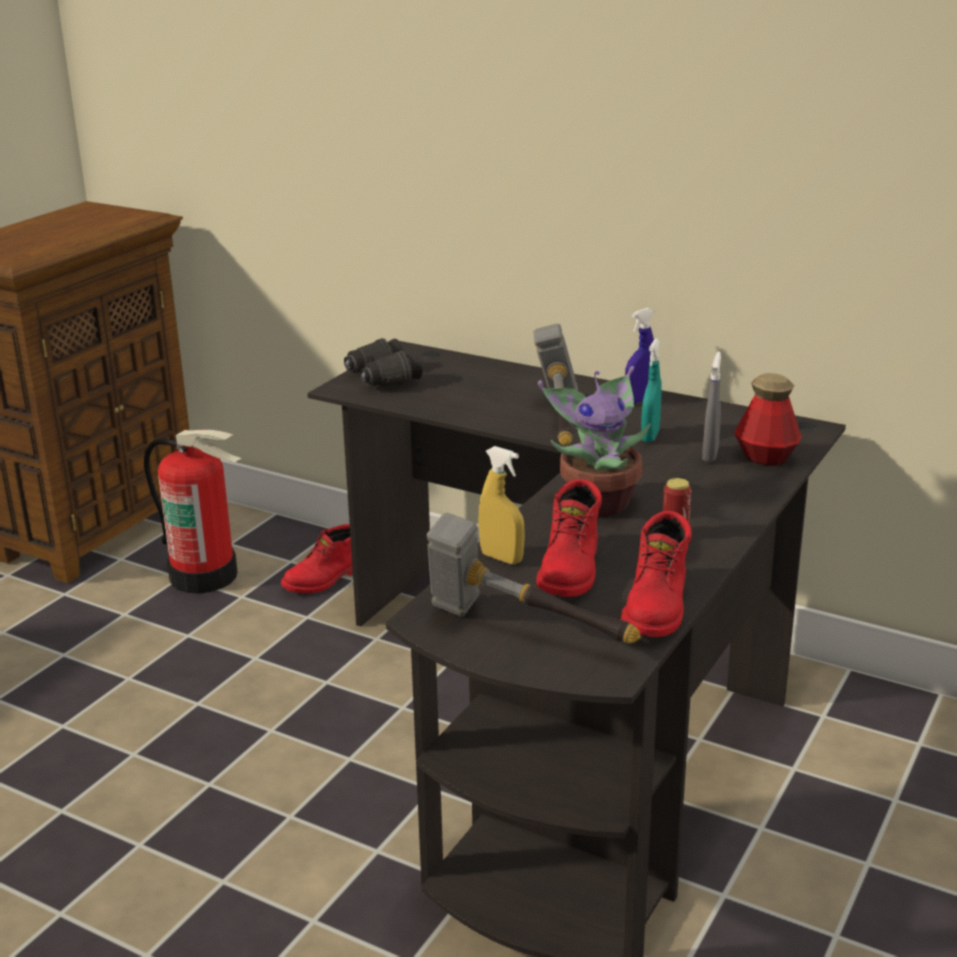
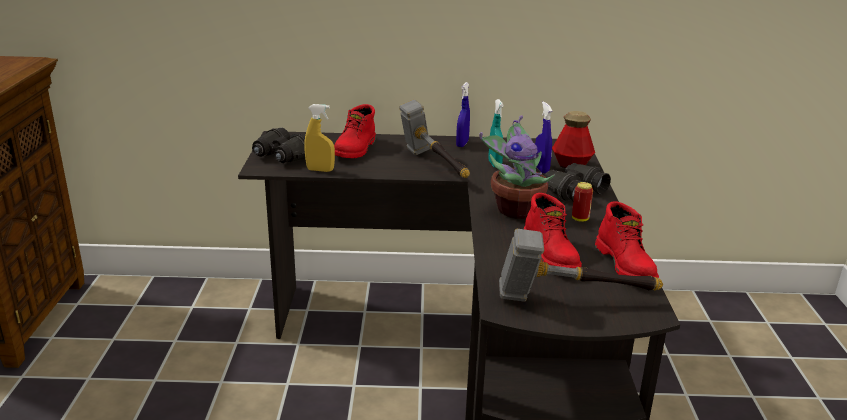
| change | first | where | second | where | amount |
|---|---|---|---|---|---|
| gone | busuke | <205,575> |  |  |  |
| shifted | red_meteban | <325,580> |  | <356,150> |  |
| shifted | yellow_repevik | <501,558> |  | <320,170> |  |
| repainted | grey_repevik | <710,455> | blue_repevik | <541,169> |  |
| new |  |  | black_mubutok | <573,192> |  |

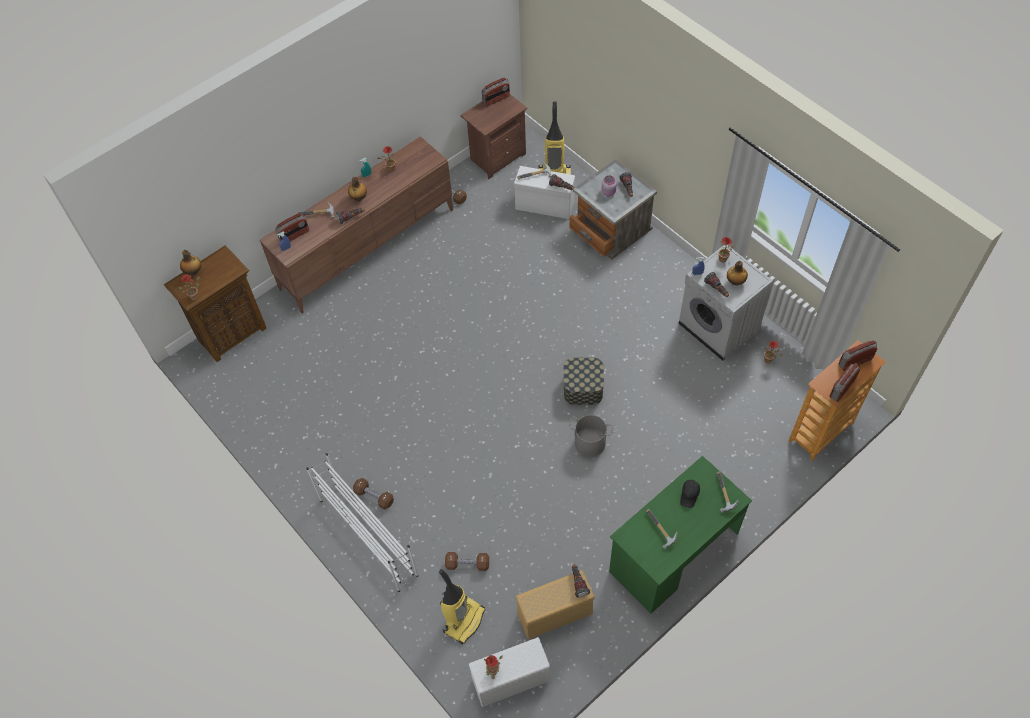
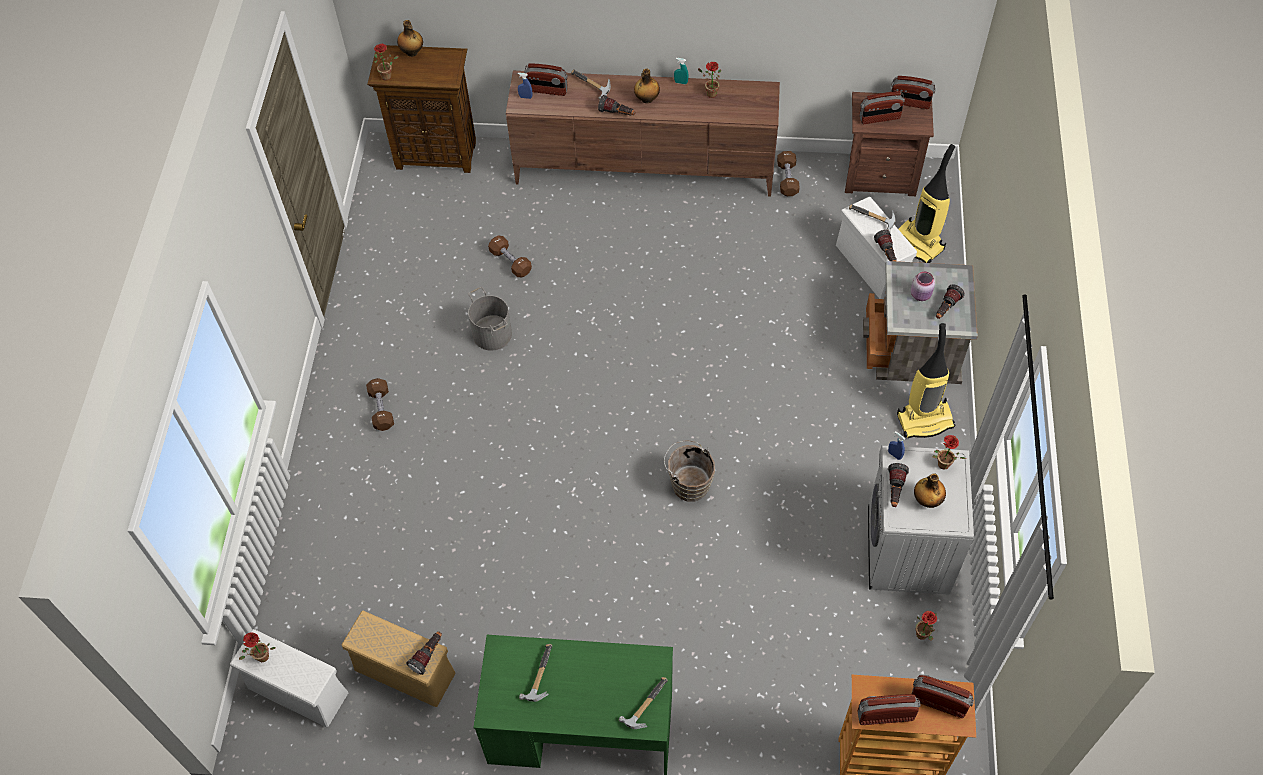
| change | first | where | second | where | amount |
|---|---|---|---|---|---|
| gone | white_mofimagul | <368,536> |  |  |  |
| shifted | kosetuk | <463,620> |  | <925,420> |  |
| shifted | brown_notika | <467,564> |  | <510,262> |  |
| swapped | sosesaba | <583,387> | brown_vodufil | <688,483> |  |
| shifted | grey_vodufil | <590,442> |  | <493,333> |  |
| gone | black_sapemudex | <689,495> |  |  |  |
| new |  |  | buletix | <879,118> |  |

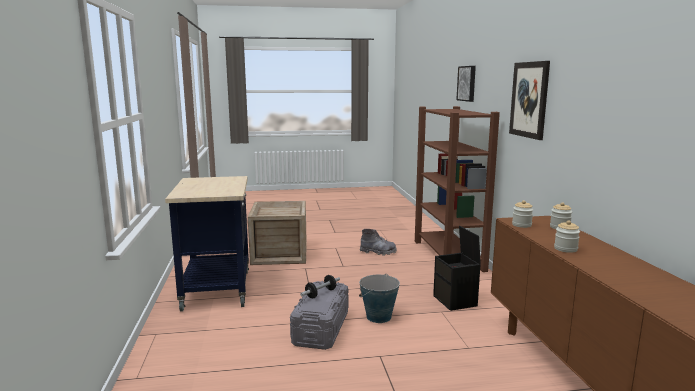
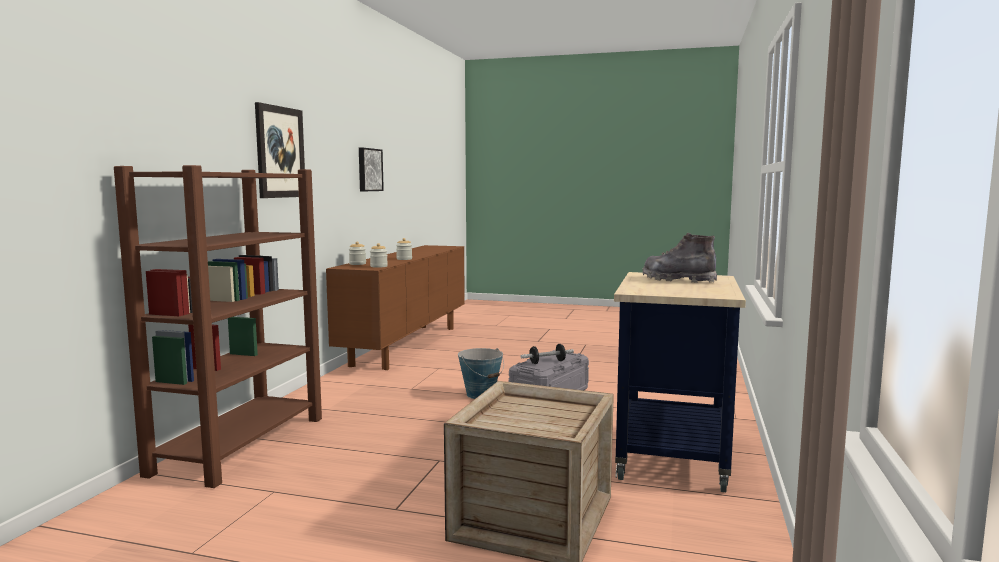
| change | first | where | second | where | amount |
|---|---|---|---|---|---|
| shifted | grey_meteban | <378,252> |  | <678,280> |  |
| gone | black_sosesaba | <456,301> |  |  |  |
| shifted | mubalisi | <467,83> |  | <369,170> |  |

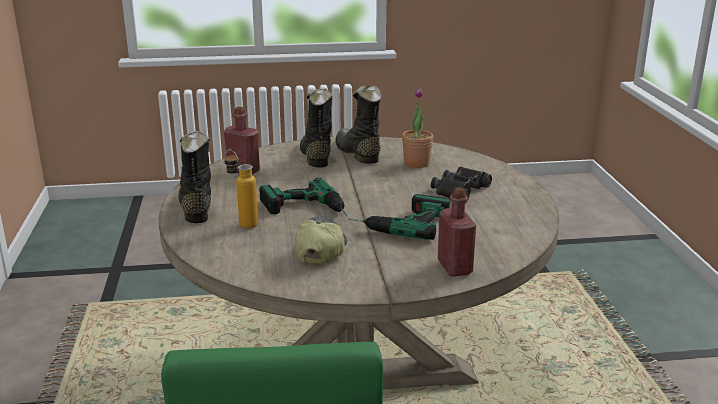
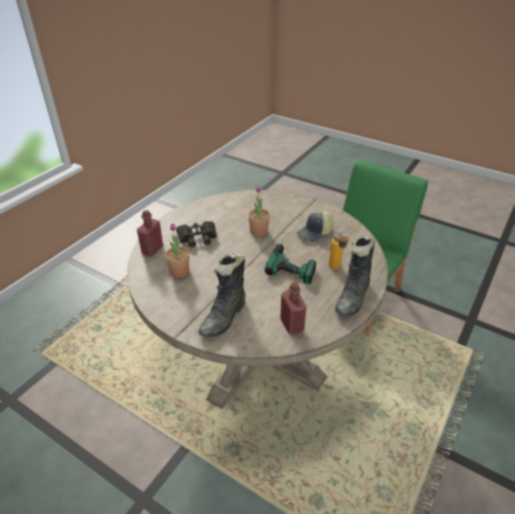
| change | first | where | second | where | amount |
|---|---|---|---|---|---|
| gone | black_meteban | <357,153> |  |  |  |
| swapped | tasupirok | <399,222> | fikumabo | <259,231> |  |
| shifted | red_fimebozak | <454,267> |  | <152,250> |  |

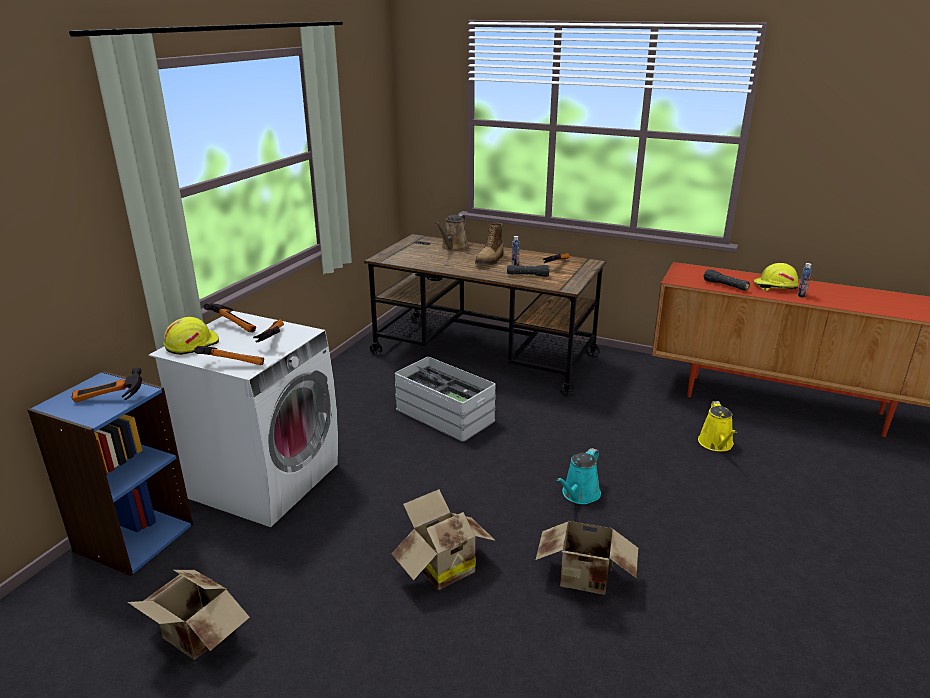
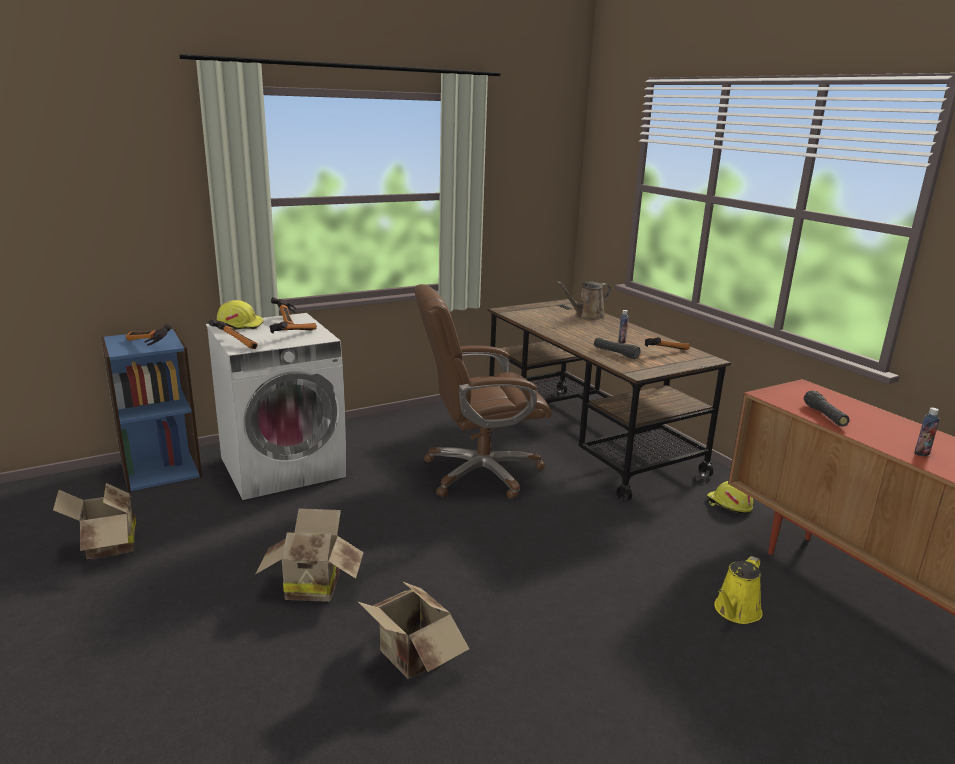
| change | first | where | second | where | amount |
|---|---|---|---|---|---|
| swapped | grey_sosesaba | <444,415> | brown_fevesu | <480,473> |  |
| gone | meteban | <490,260> |  |  |  |
| gone | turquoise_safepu | <579,495> |  |  |  |
| shifted | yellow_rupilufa | <774,286> |  | <728,505> |  |

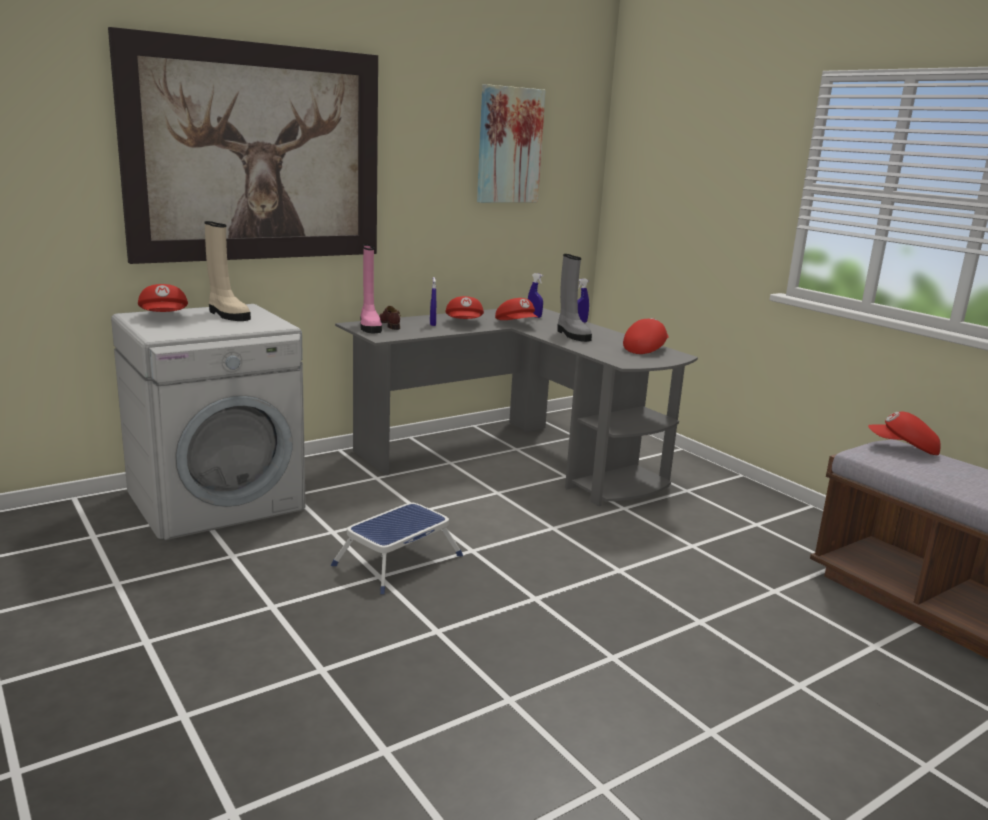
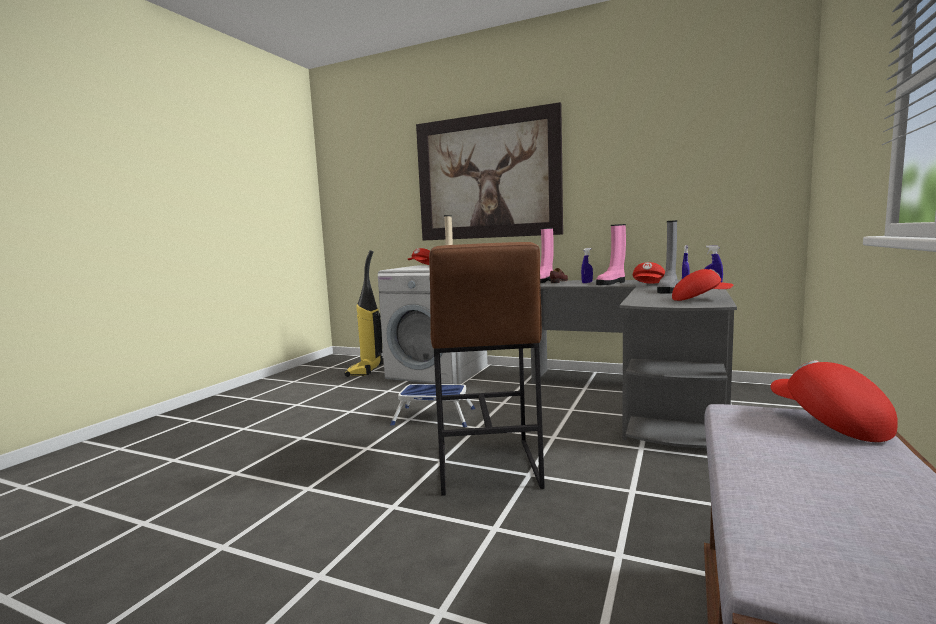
| change | first | where | second | where | amount |
|---|---|---|---|---|---|
| swapped | red_sapemudex | <465,323> | pink_meteban | <611,283> |  |
| gone | mubalisi | <509,145> |  |  |  |
| new |  |  | kosetuk | <365,371> |  |
| new |  |  | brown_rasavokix | <487,467> |  |

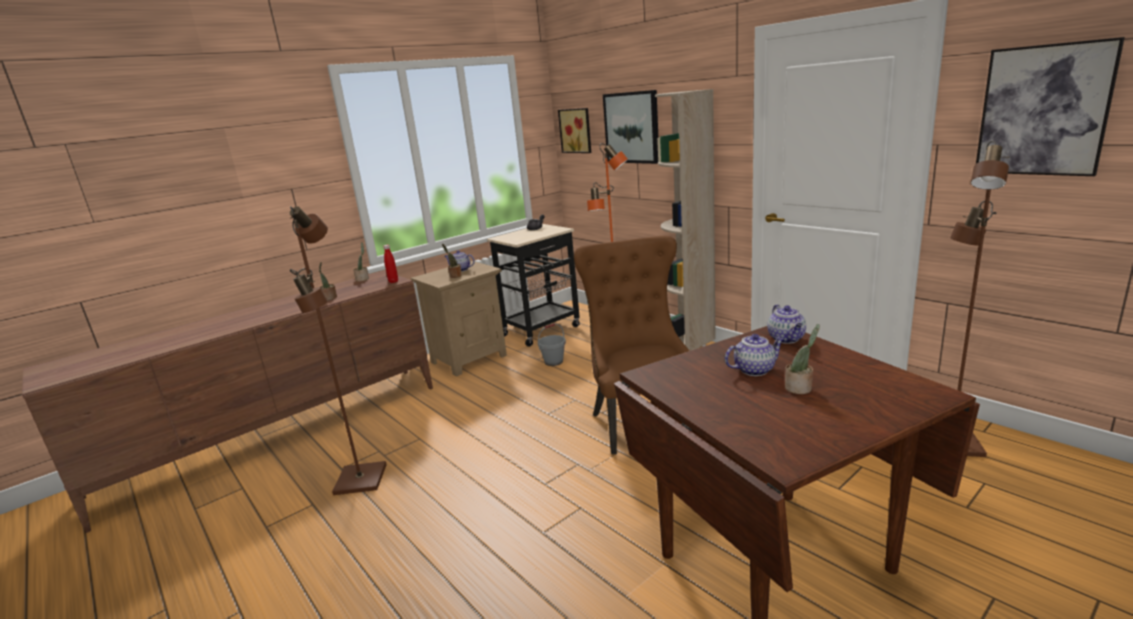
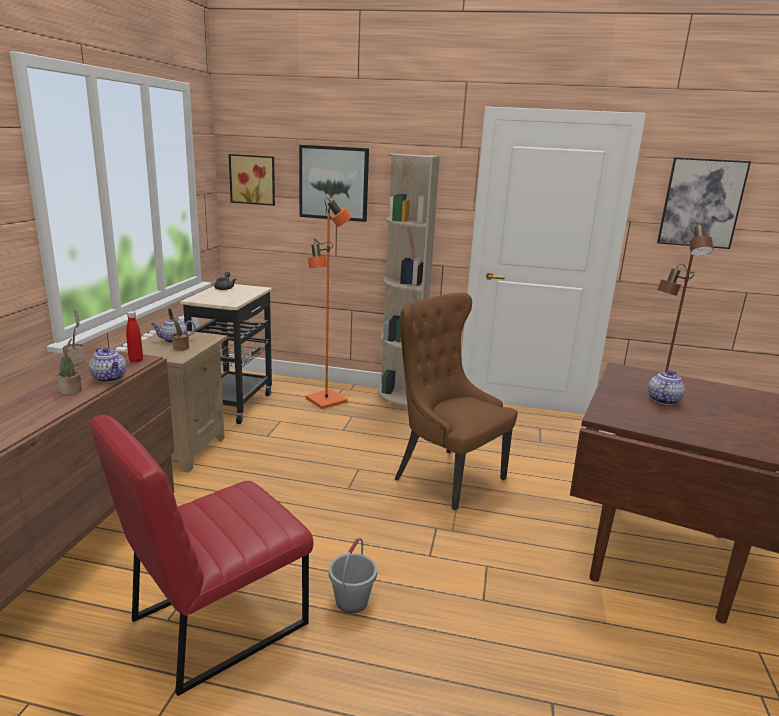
| change | first | where | second | where | amount |
|---|---|---|---|---|---|
| swapped | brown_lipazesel | <360,479> | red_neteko | <214,623> |  |
| shifted | grey_vodufil | <553,362> |  | <351,601> |  |
| shifted | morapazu | <787,339> |  | <110,378> |  |
| gone | fikumabo | <800,388> |  |  |  |

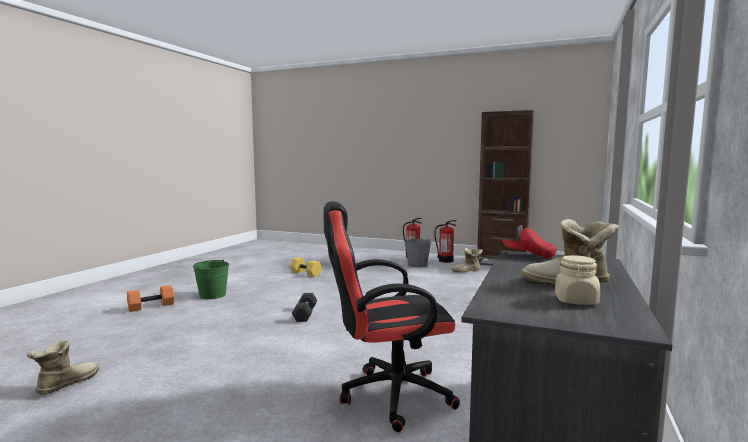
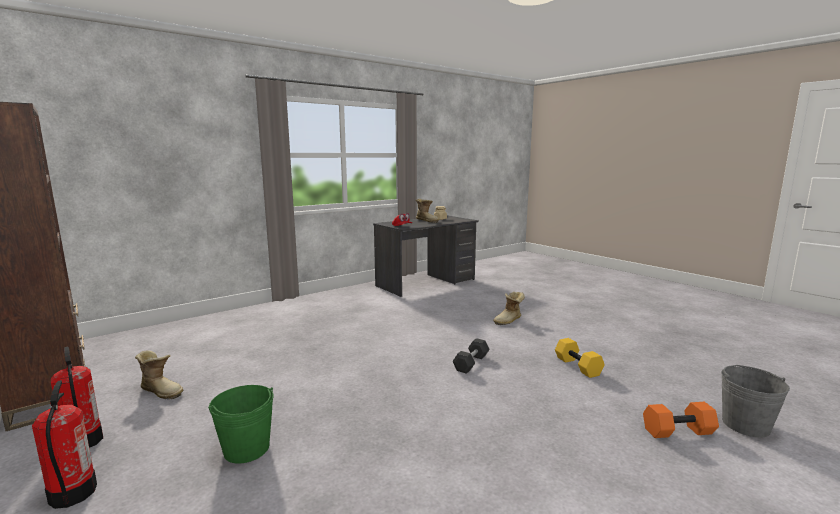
| change | first | where | second | where | amount |
|---|---|---|---|---|---|
| shifted | meteban | <65,384> |  | <509,321> |  |
| shifted | green_vodufil | <212,295> |  | <246,449> |  |
| shifted | yellow_notika | <305,273> |  | <578,366> |  |
| gone | black_fevesu | <387,396> |  |  |  |
| shifted | grey_vodufil | <417,265> |  | <745,425> |  |

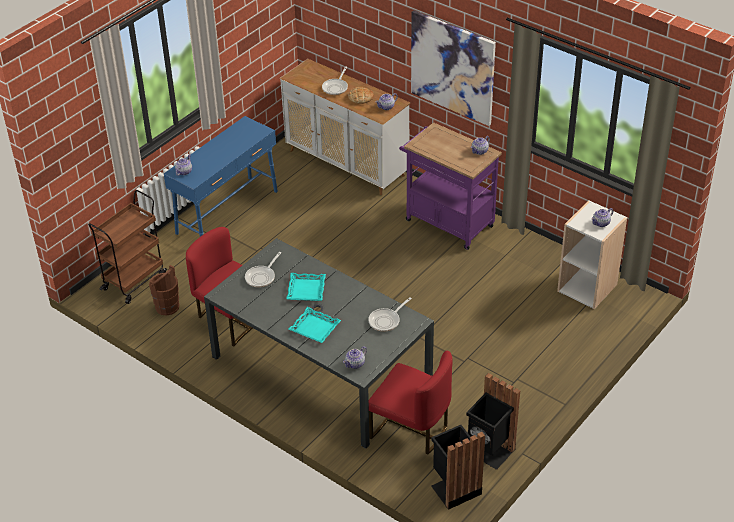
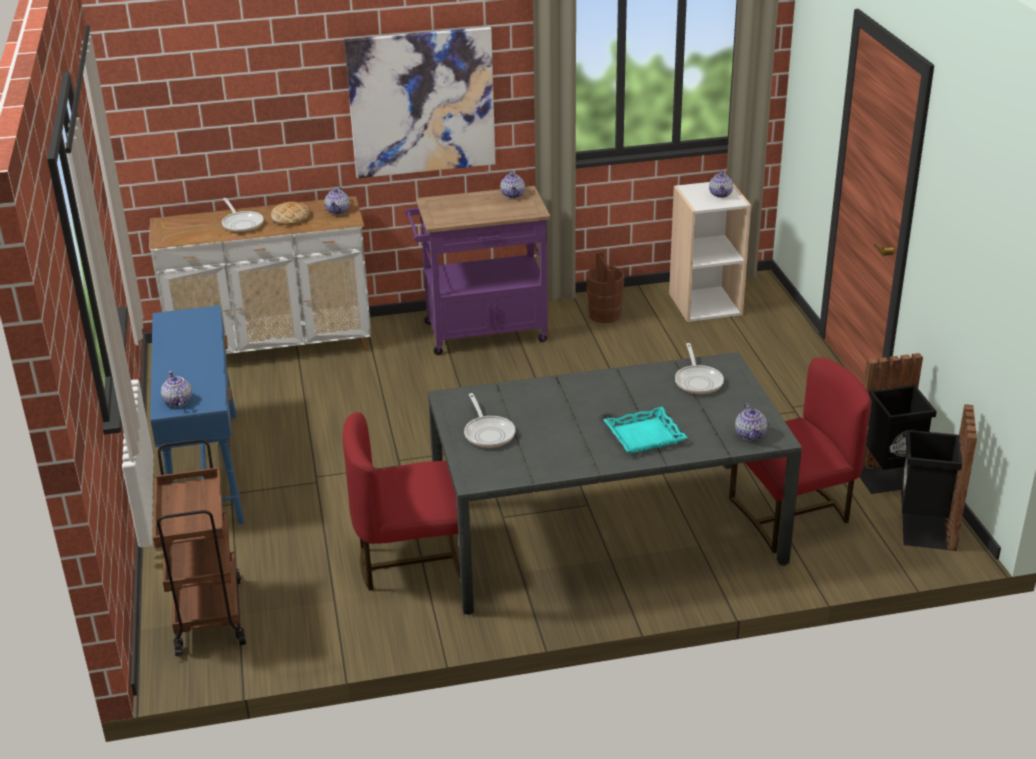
| change | first | where | second | where | amount |
|---|---|---|---|---|---|
| shifted | brown_vodufil | <167,306> |  | <604,314> |  |
| gone | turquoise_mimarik | <306,290> |  |  |  |

